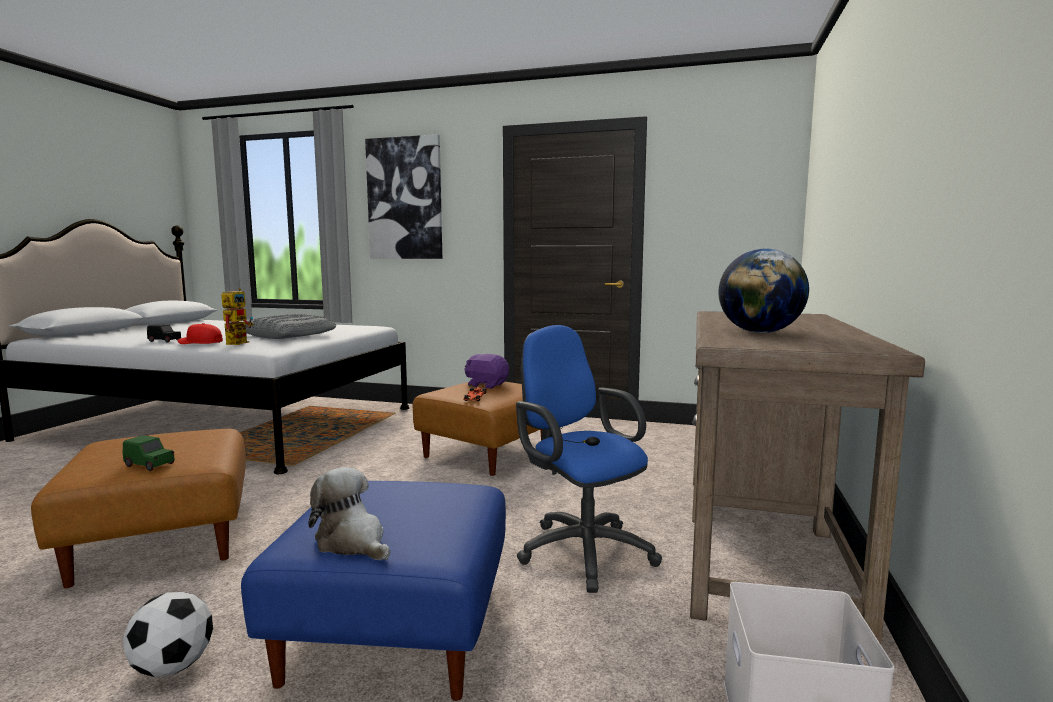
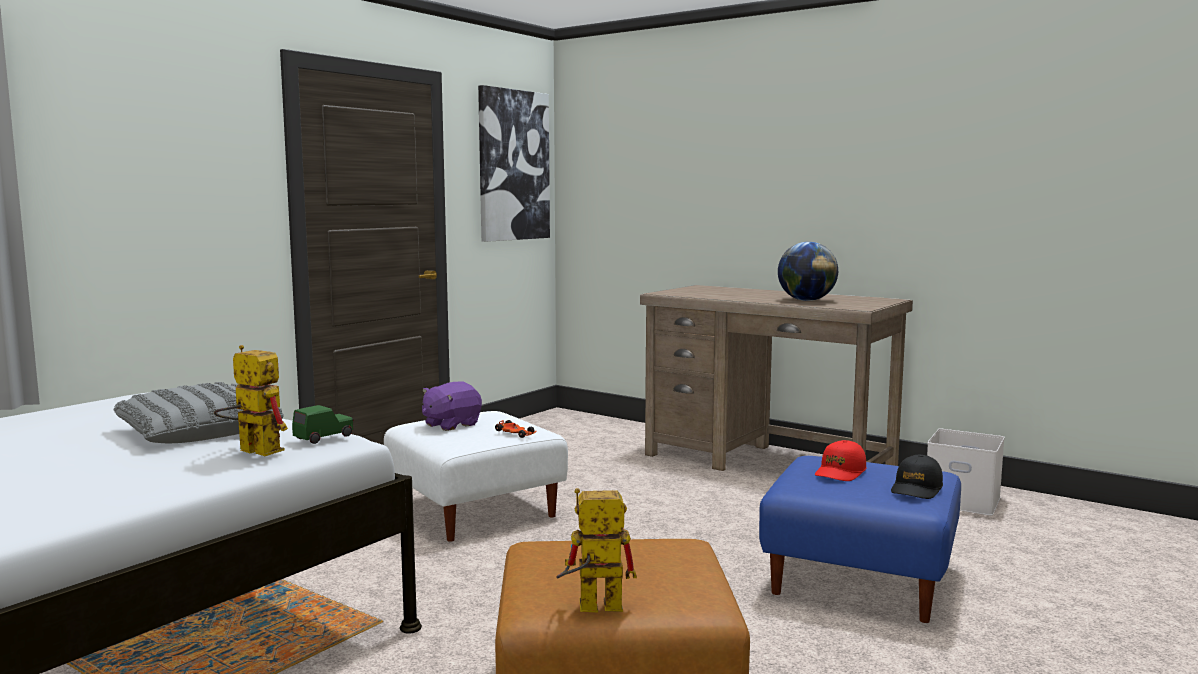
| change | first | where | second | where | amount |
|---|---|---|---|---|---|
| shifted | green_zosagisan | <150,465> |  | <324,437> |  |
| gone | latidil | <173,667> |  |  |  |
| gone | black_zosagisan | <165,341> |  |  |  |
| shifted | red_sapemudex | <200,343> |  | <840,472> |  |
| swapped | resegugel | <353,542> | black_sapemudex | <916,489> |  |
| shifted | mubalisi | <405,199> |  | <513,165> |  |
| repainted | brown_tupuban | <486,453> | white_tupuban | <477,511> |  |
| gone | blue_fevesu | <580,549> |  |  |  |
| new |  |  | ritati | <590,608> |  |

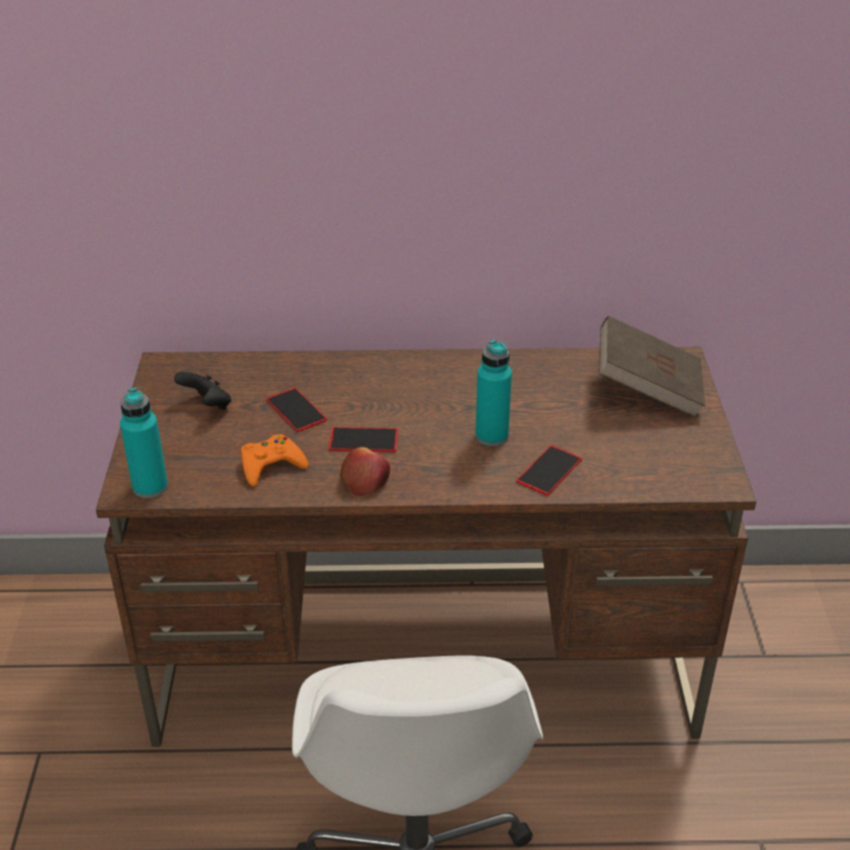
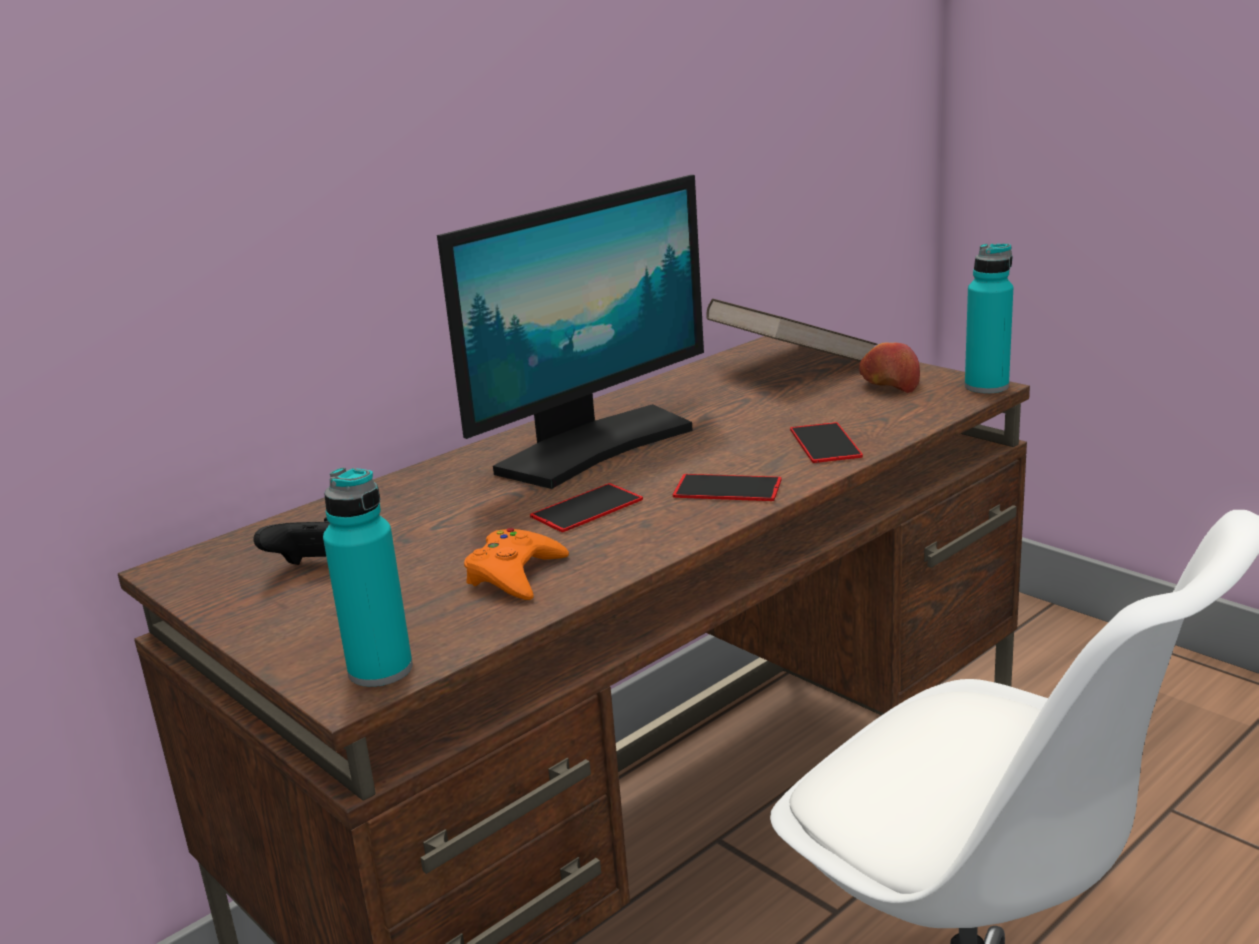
| change | first | where | second | where | amount |
|---|---|---|---|---|---|
| shifted | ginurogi | <296,410> |  | <727,488> |  |
| shifted | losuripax | <365,479> |  | <889,384> |  |
| shifted | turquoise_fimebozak | <491,436> |  | <986,386> |  |
| new |  |  | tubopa | <593,447> |  |

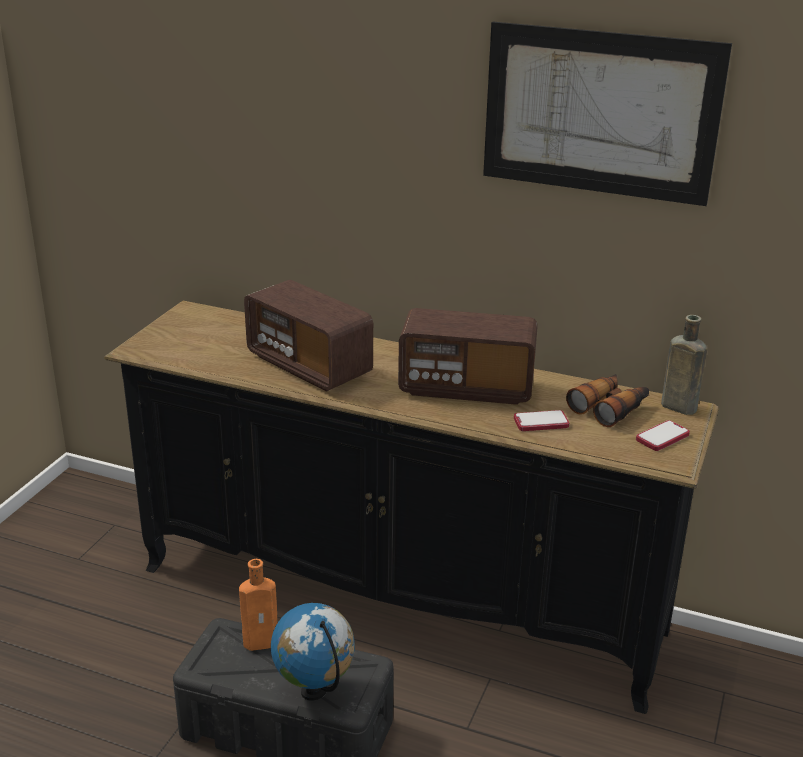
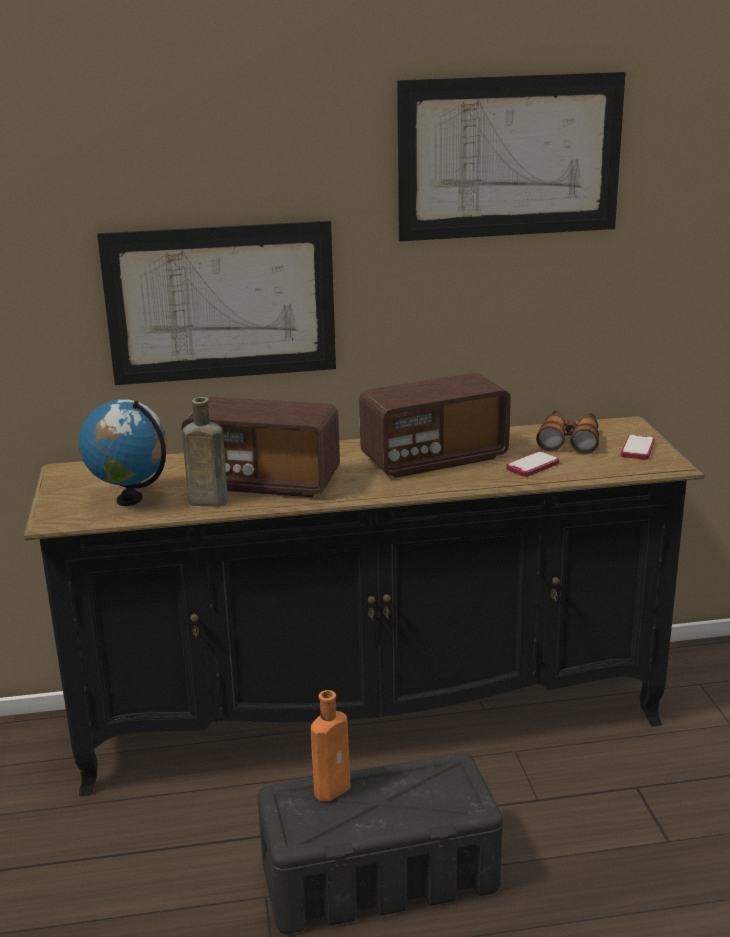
| change | first | where | second | where | amount |
|---|---|---|---|---|---|
| shifted | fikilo | <314,691> |  | <130,500> |  |
| shifted | brown_fimebozak | <676,406> |  | <205,501> |  |
| new |  |  | mubalisi | <221,303> |  |

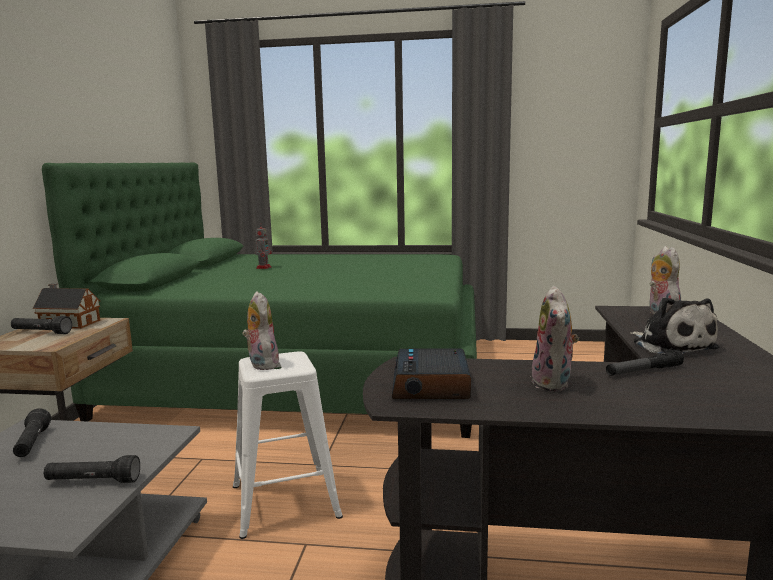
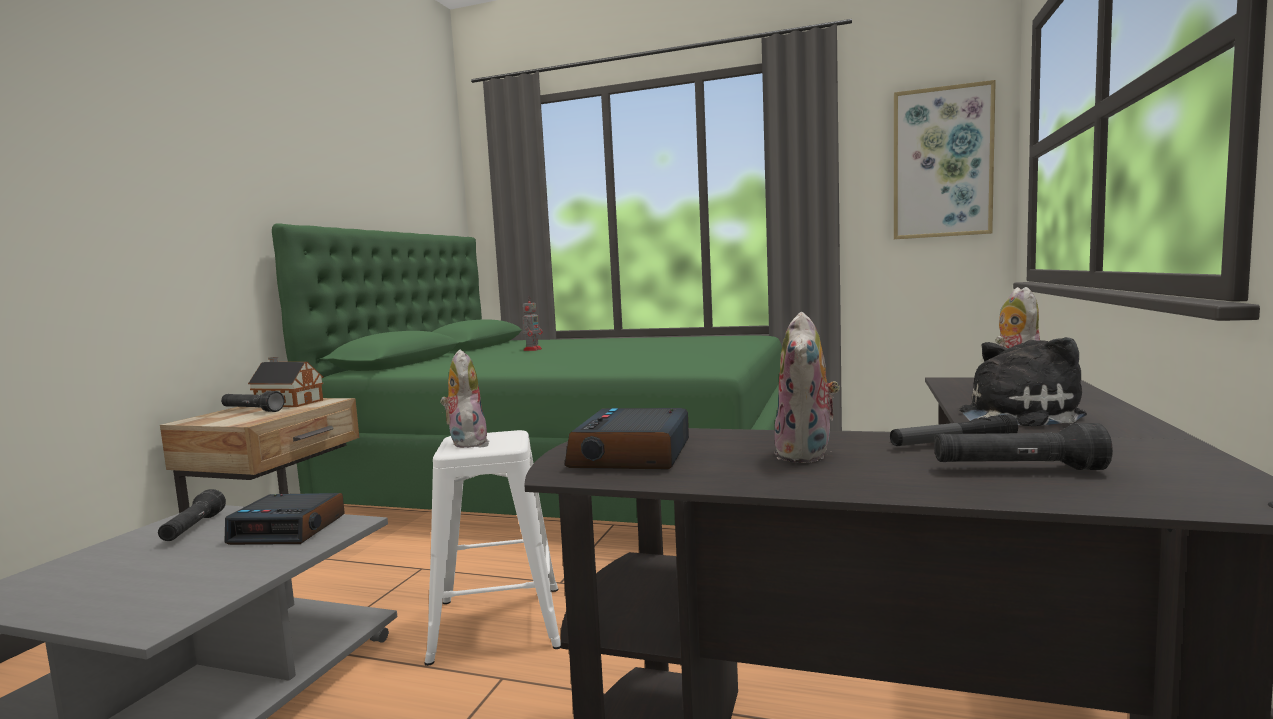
| change | first | where | second | where | amount |
|---|---|---|---|---|---|
| shifted | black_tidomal | <93,481> |  | <1017,469> |  |
| rotated | resegugel | <671,345> |  | <1013,416> | 105 degrees counterclockwise |
| new |  |  | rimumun | <290,529> |  |
| new |  |  | mubalisi | <942,163> |  |

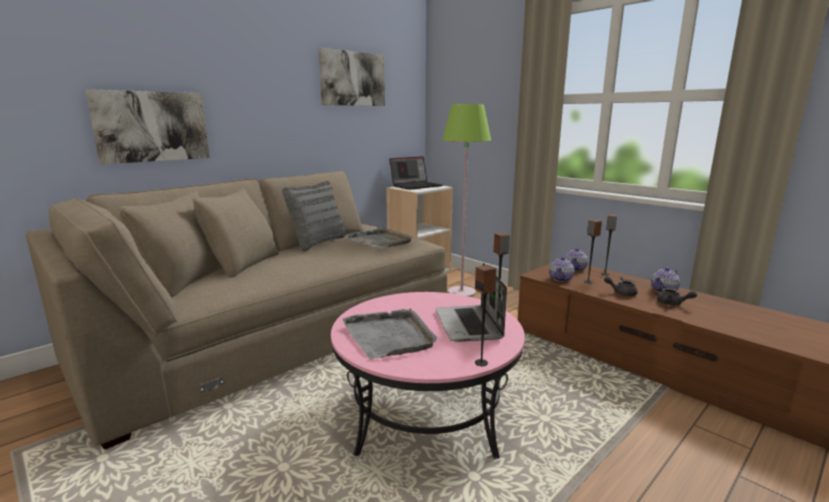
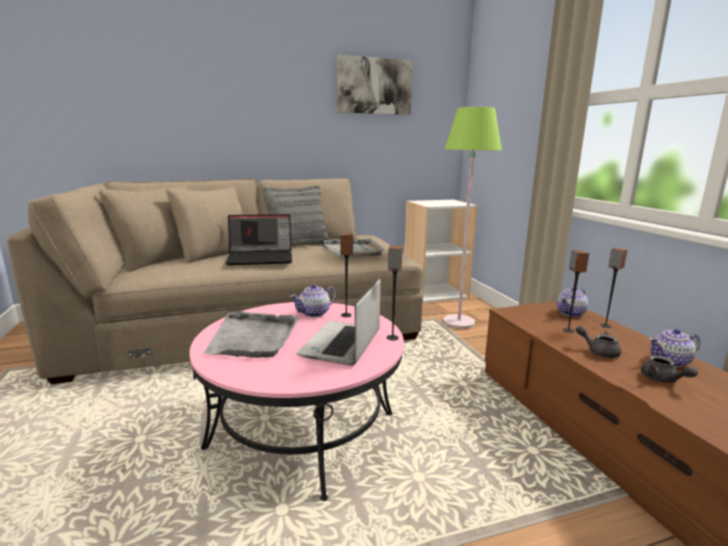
| change | first | where | second | where | amount |
|---|---|---|---|---|---|
| gone | mubalisi | <152,126> |  |  |  |
| shifted | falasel | <416,186> |  | <261,258> |  |
| shifted | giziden | <481,363> |  | <346,315> |  |
| shifted | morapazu | <561,279> |  | <314,313> |  |

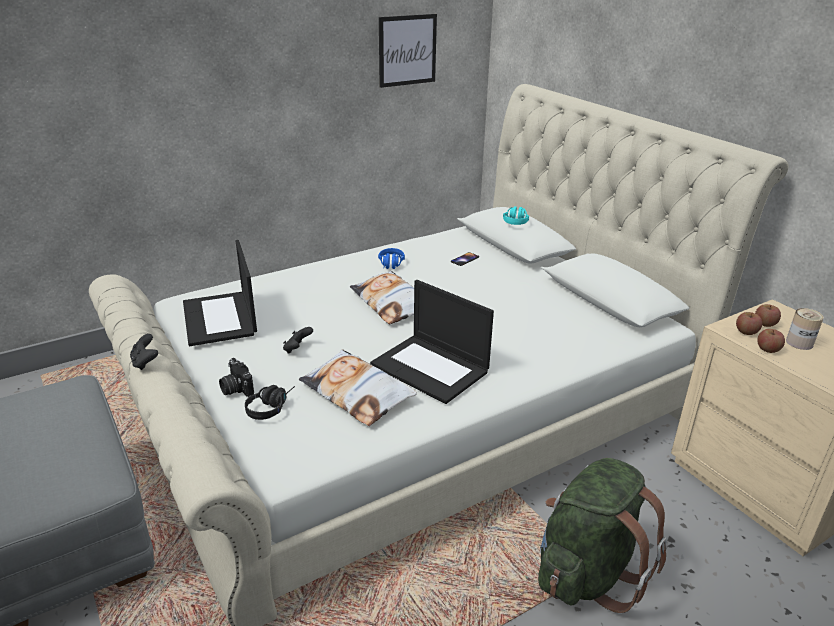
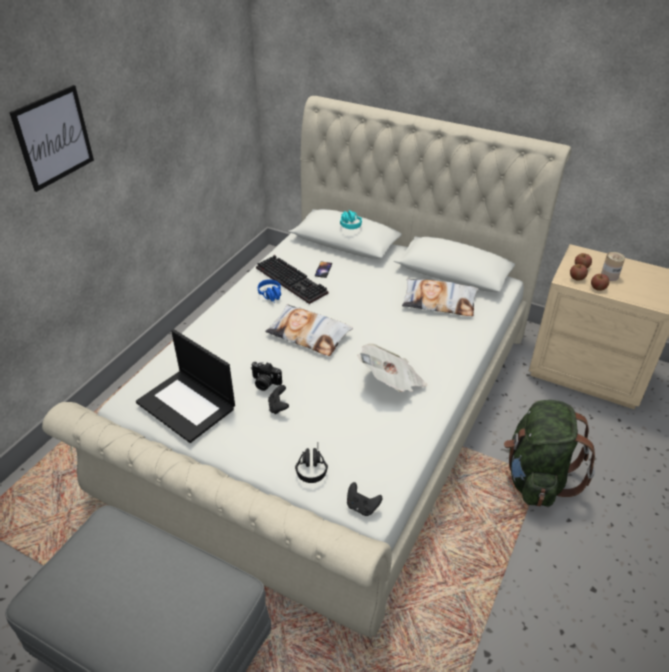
| change | first | where | second | where | amount |
|---|---|---|---|---|---|
| shifted | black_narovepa | <145,362> |  | <362,507> |  |
| shifted | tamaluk | <236,389> |  | <264,383> |  |
| shifted | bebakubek | <357,393> |  | <439,302> |  |
| swapped | falasel | <431,368> | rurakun | <391,382> |  |
| shifted | mubalisi | <407,50> |  | <53,138> |  |
| new |  |  | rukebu | <293,280> |  |

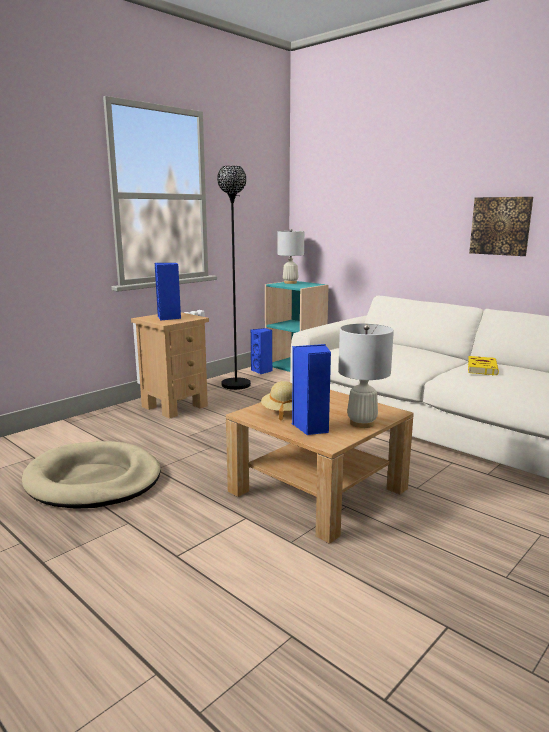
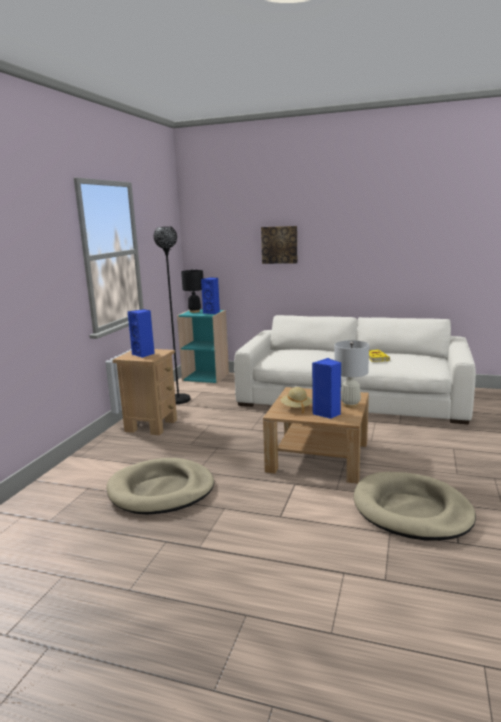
| change | first | where | second | where | amount |
|---|---|---|---|---|---|
| shifted | blue_giziden | <262,371> |  | <212,312> |  |
| repainted | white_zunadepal | <290,282> | black_zunadepal | <194,311> |  |
| shifted | mubalisi | <500,226> |  | <279,245> |  |
| new |  |  | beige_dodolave | <411,510> |  |

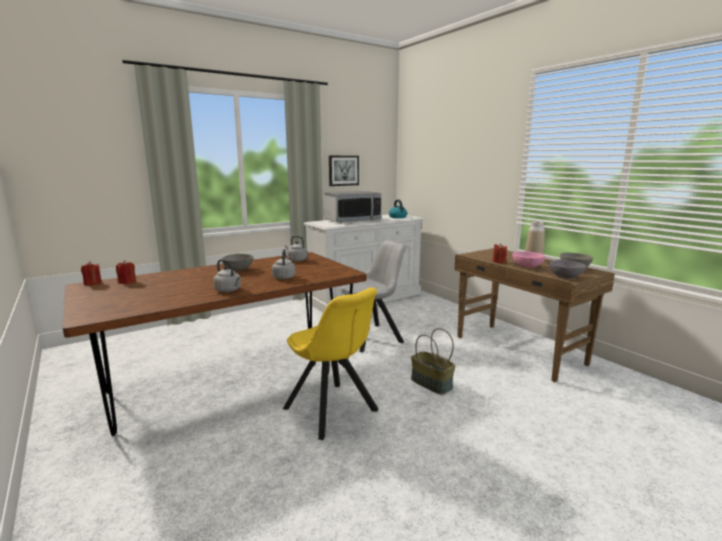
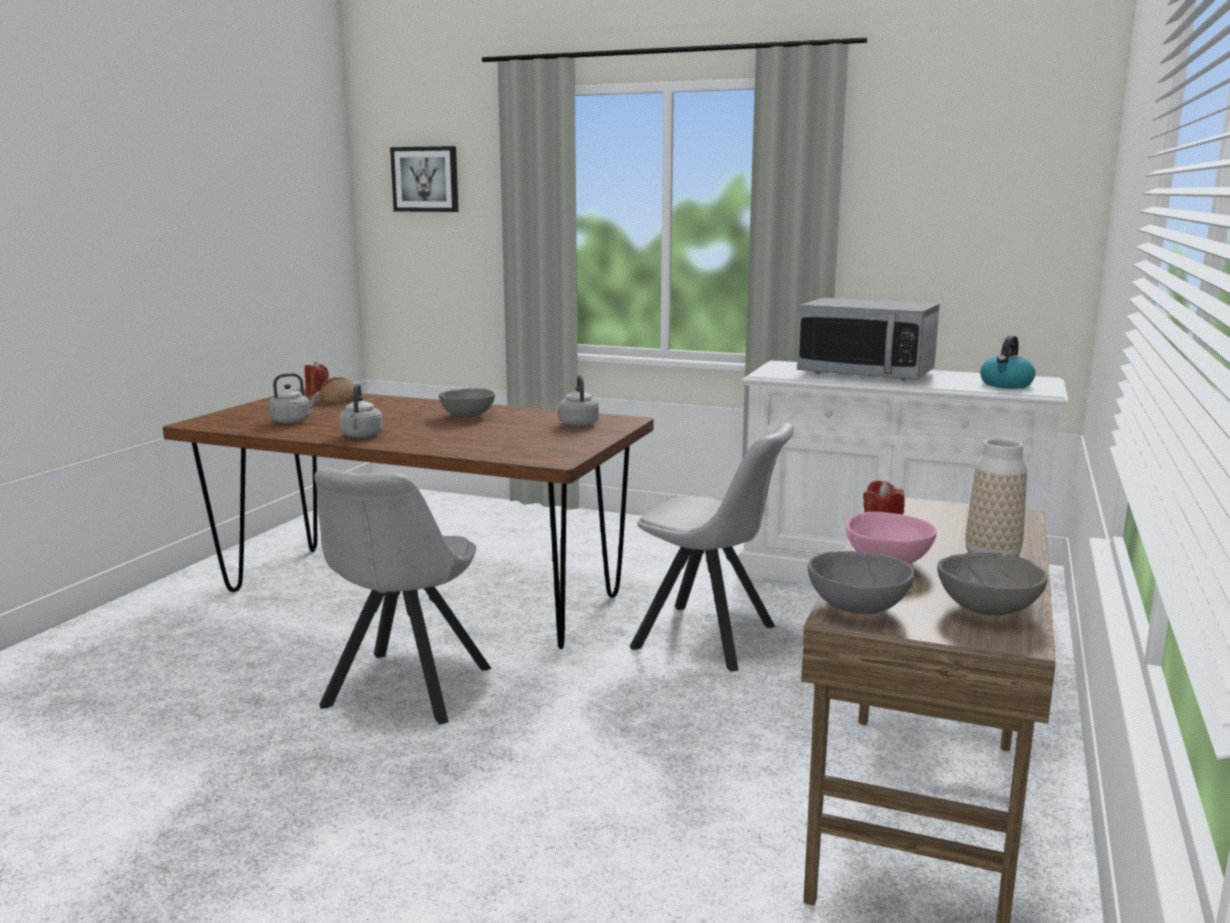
| change | first | where | second | where | amount |
|---|---|---|---|---|---|
| swapped | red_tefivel | <127,282> | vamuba | <340,399> |  |
| shifted | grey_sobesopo | <284,277> |  | <293,421> |  |
| repainted | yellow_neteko | <332,410> | grey_neteko | <406,689> |  |
| shifted | mubalisi | <343,170> |  | <425,179> |  |
| gone | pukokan | <430,383> |  |  |  |

